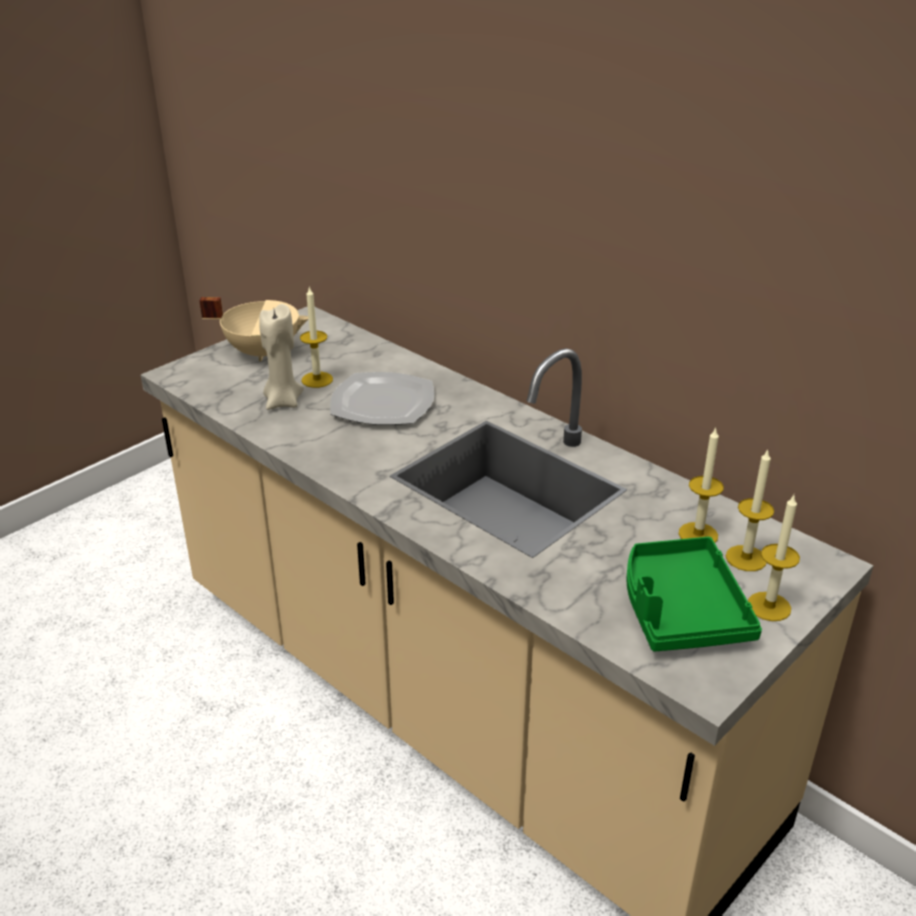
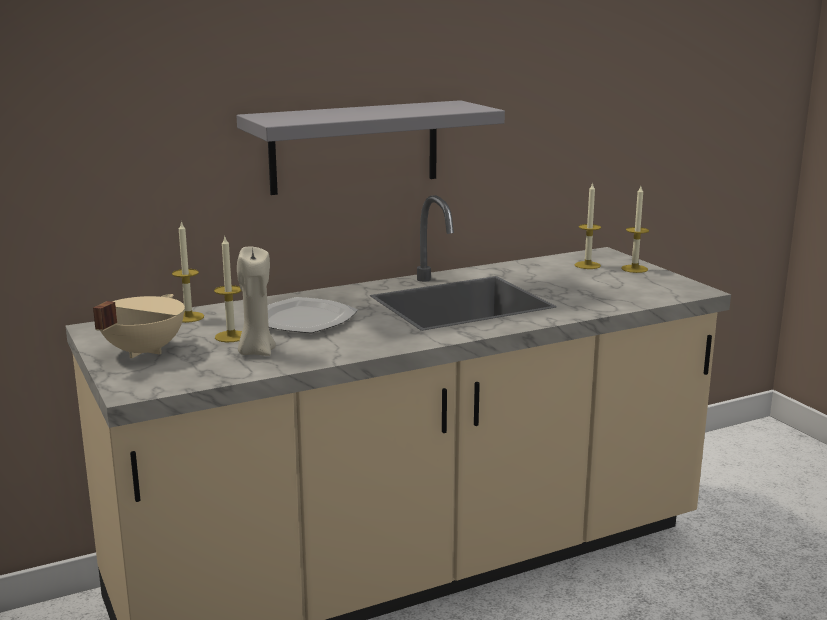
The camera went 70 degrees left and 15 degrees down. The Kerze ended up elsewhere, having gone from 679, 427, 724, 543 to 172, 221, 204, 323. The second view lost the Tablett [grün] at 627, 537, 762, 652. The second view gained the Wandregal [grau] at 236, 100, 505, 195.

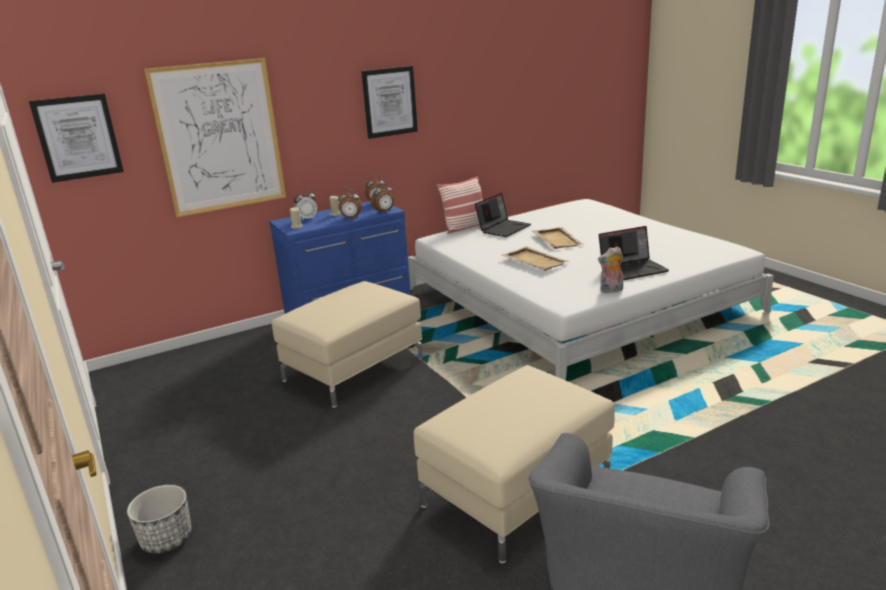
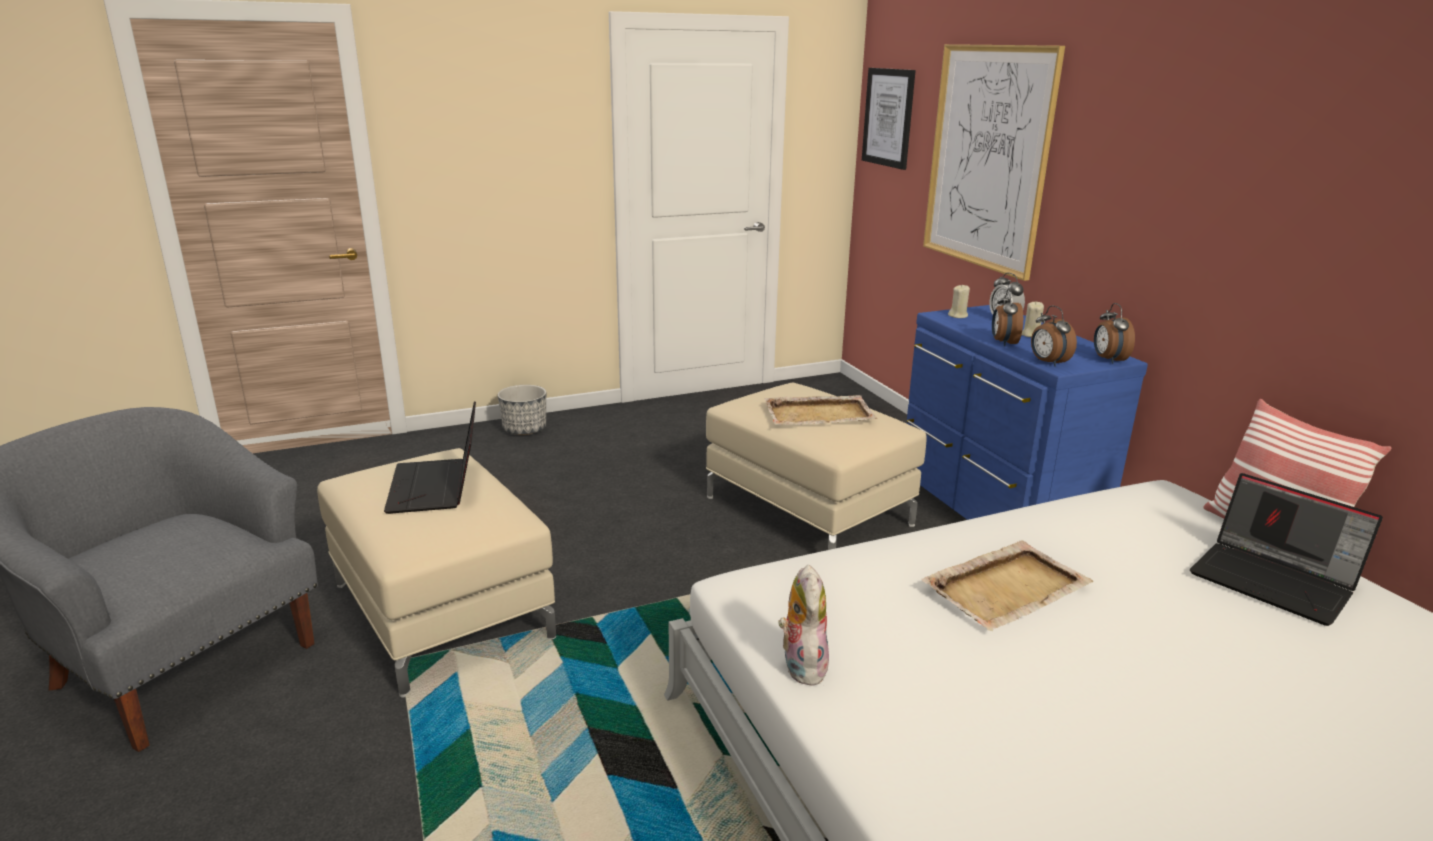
The camera went 95 degrees right and 0 degrees up. The second view lost the Bild at 361, 66, 418, 139. The Laptop ended up elsewhere, having gone from 599, 226, 669, 280 to 384, 401, 476, 514. The Tablett [beige] ended up elsewhere, having gone from 532, 227, 584, 249 to 764, 395, 877, 425.

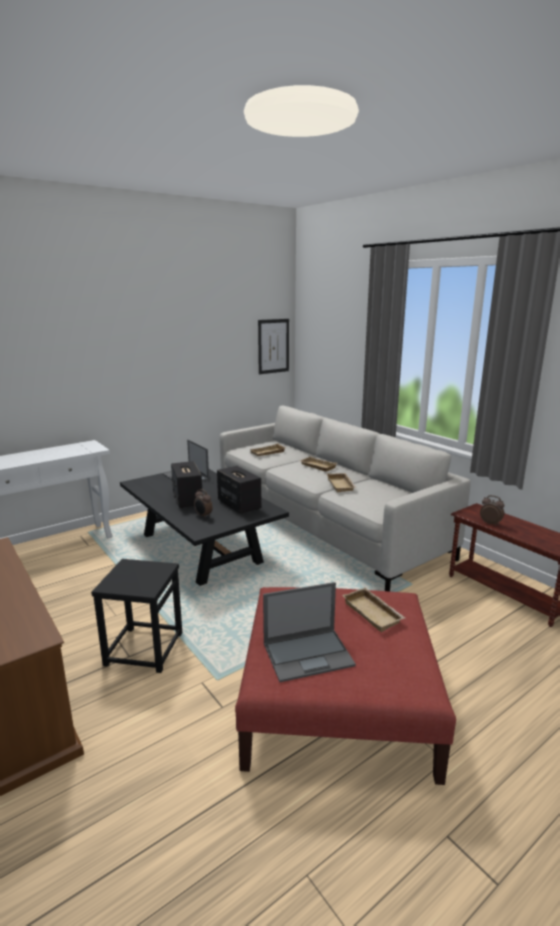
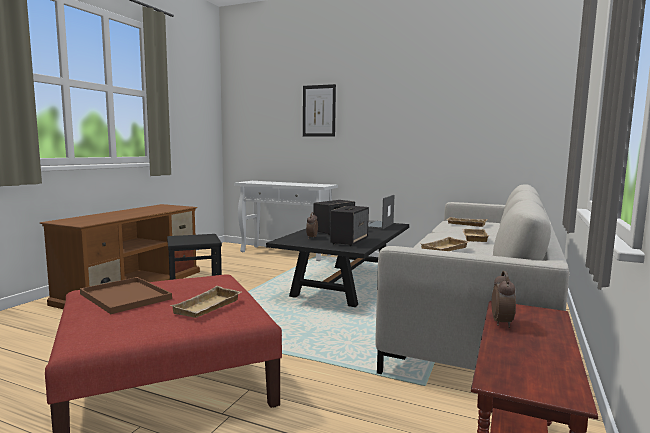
The camera went 60 degrees right and 10 degrees down. The Bild ended up elsewhere, having gone from 258, 319, 289, 374 to 303, 84, 336, 137. Where the Laptop stood at 263, 582, 356, 682, the Tablett [braun] came to stand at 80, 277, 172, 314.

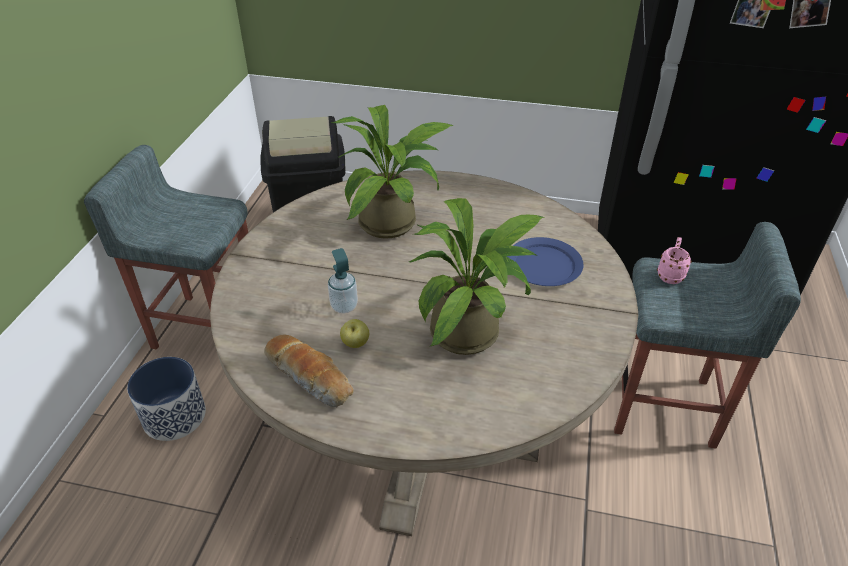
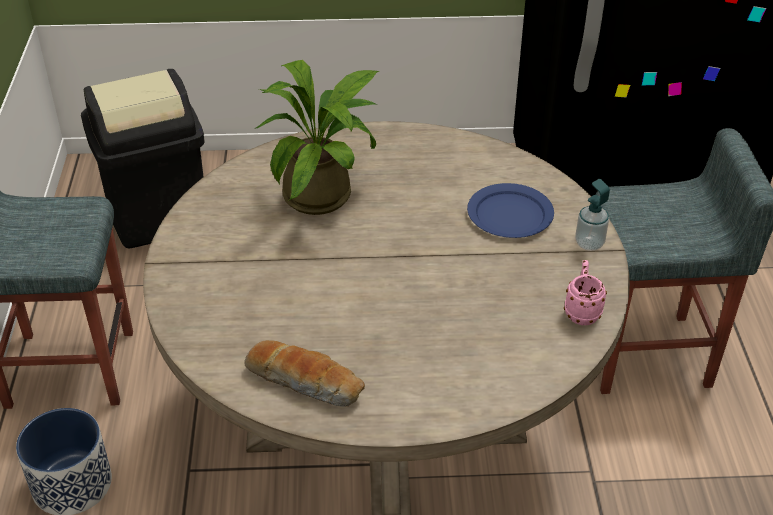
The camera went 15 degrees left and 0 degrees up. The second view lost the Topfpflanze at 409, 198, 545, 355. The Henkelbecher [rosa] ended up elsewhere, having gone from 657, 237, 691, 284 to 564, 260, 607, 325. The Seifenspender ended up elsewhere, having gone from 328, 248, 358, 314 to 575, 179, 610, 251. The second view lost the Apfel at 340, 319, 369, 348.

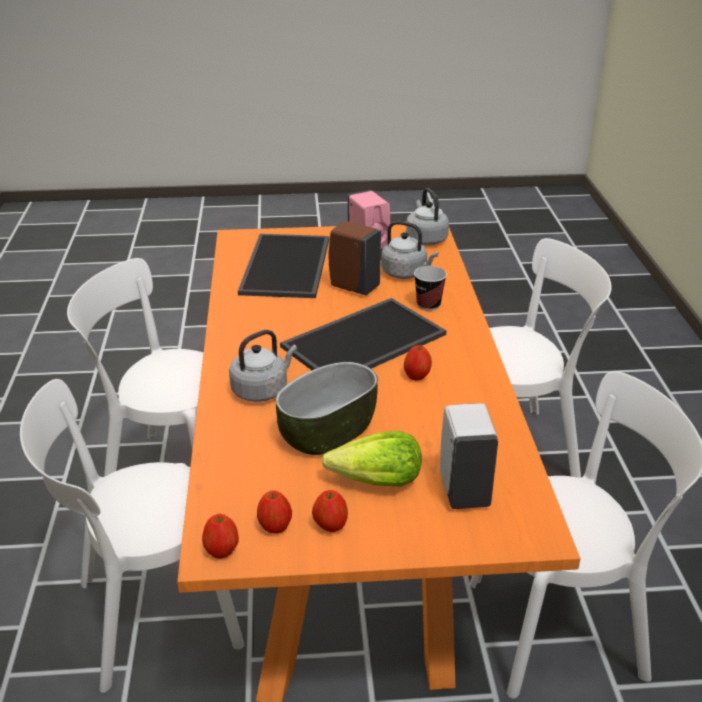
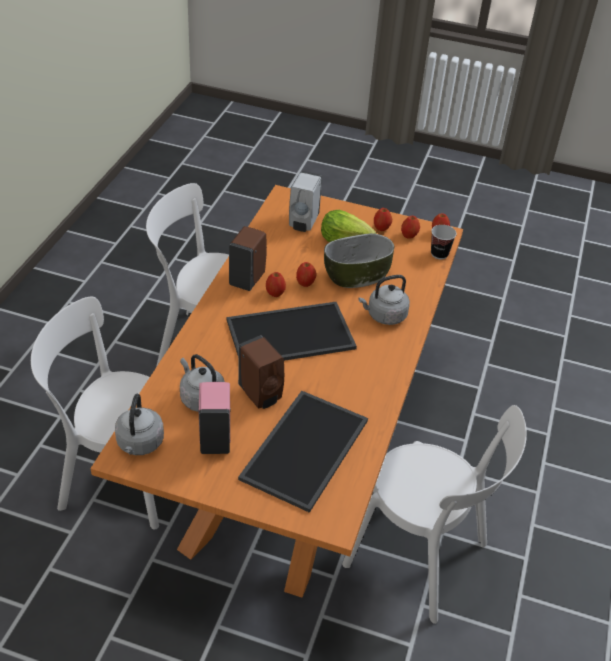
The camera went 160 degrees left and 10 degrees up. The Tasse ended up elsewhere, having gone from 414, 266, 447, 311 to 431, 225, 457, 259. The second view lost the Stuhl [weiß] at 20, 379, 245, 693. The second view gained the Seifenspender [braun] at 229, 226, 267, 291. The second view gained the Apfel at 296, 262, 317, 287.

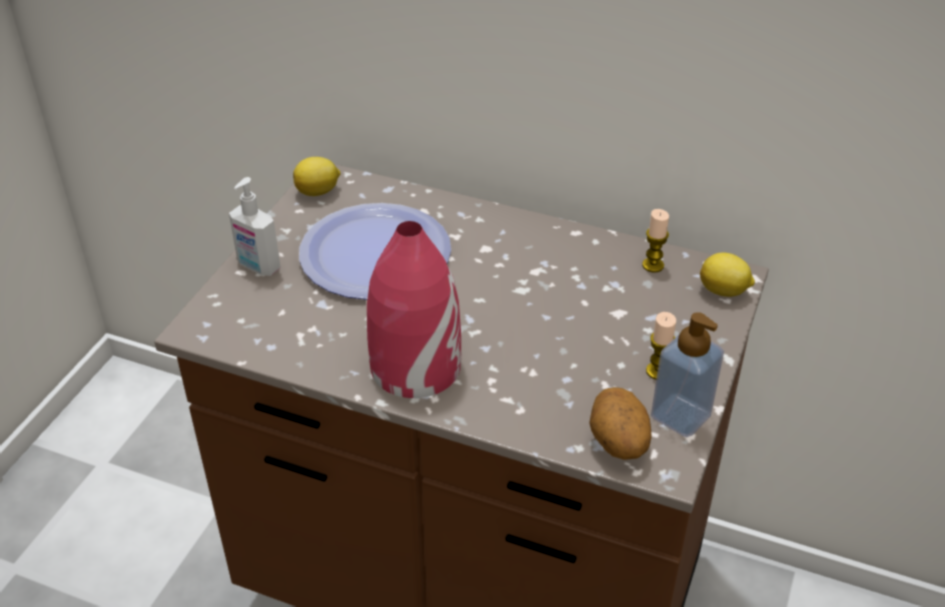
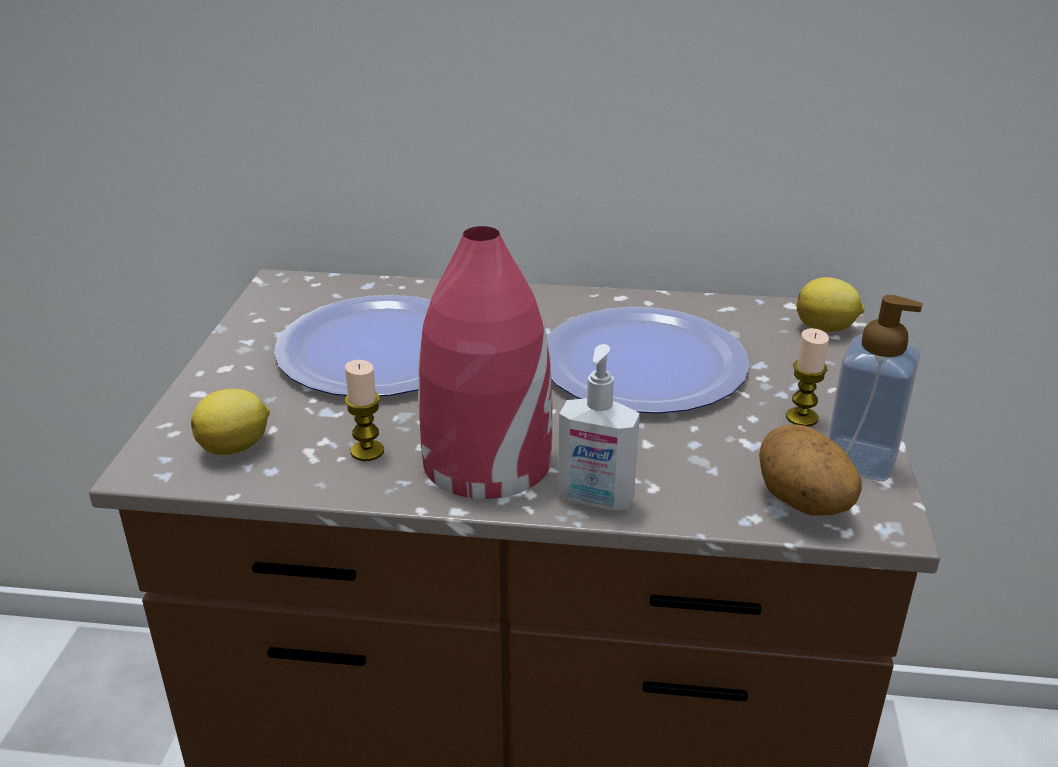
The camera went 15 degrees left and 10 degrees down. The Zitrone ended up elsewhere, having gone from 293, 157, 340, 196 to 191, 389, 270, 455. The Seifenspender ended up elsewhere, having gone from 229, 177, 281, 276 to 558, 344, 640, 511. The Kerze ended up elsewhere, having gone from 642, 209, 669, 273 to 345, 360, 384, 461. The second view gained the Teller at 547, 306, 750, 413.

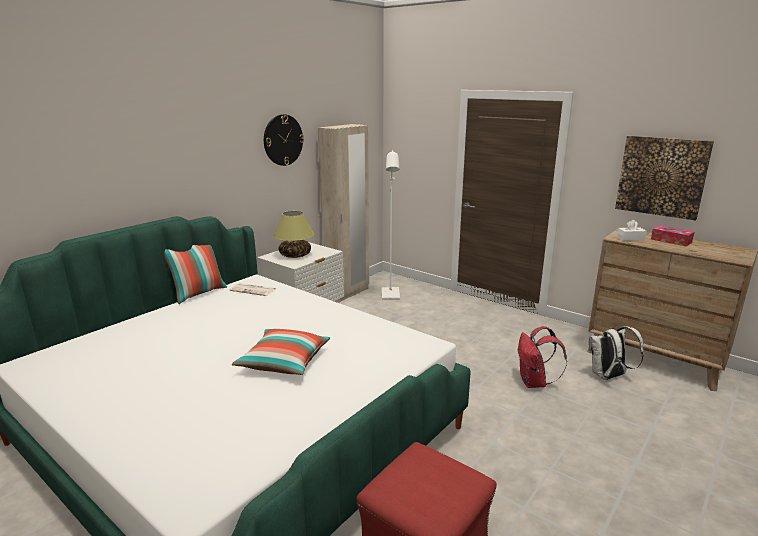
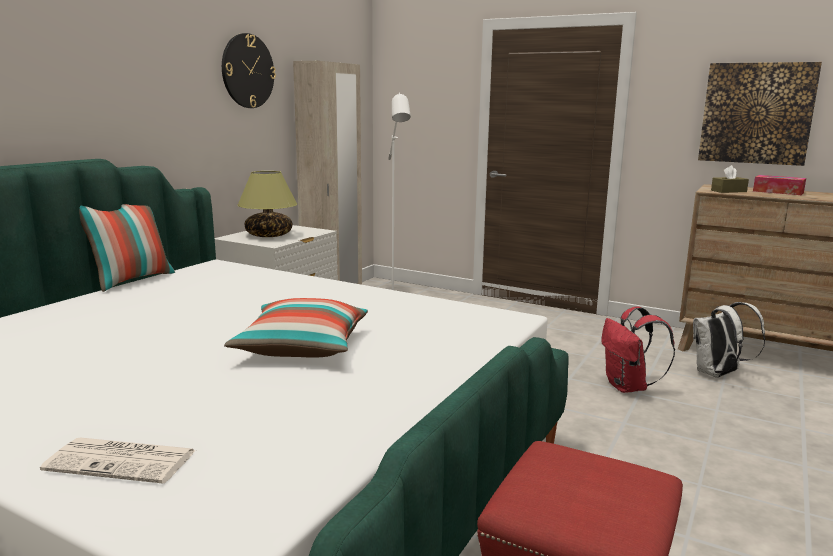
The camera went 10 degrees left and 5 degrees down. What was the Taschentuchbox [weiß] at 617, 220, 647, 241 turned into the Taschentuchbox [braun] at 711, 165, 749, 193. The Zeitung ended up elsewhere, having gone from 229, 283, 276, 296 to 40, 438, 197, 484.

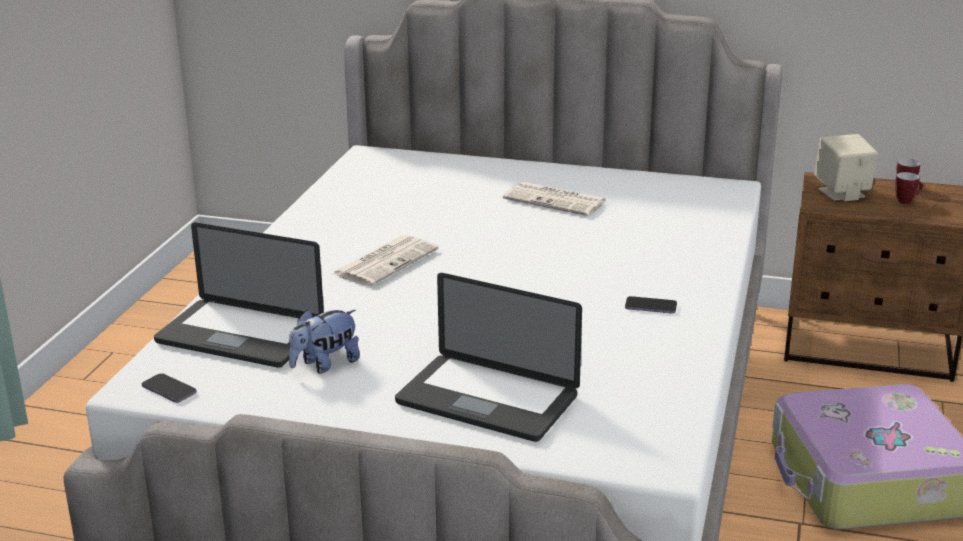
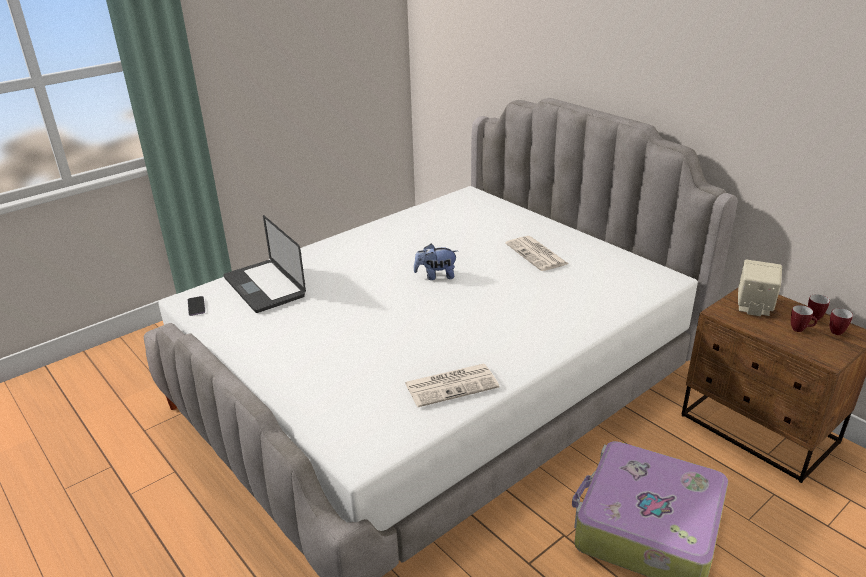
The camera went 35 degrees right and 5 degrees up. The Zeitung ended up elsewhere, having gone from 332, 235, 439, 286 to 404, 364, 500, 407. The second view lost the Laptop at 395, 273, 582, 442. The second view lost the Handy at 625, 296, 677, 314. The Plüschtier ended up elsewhere, having gone from 289, 310, 360, 373 to 414, 244, 457, 280. The second view gained the Henkelbecher at 830, 308, 853, 335.

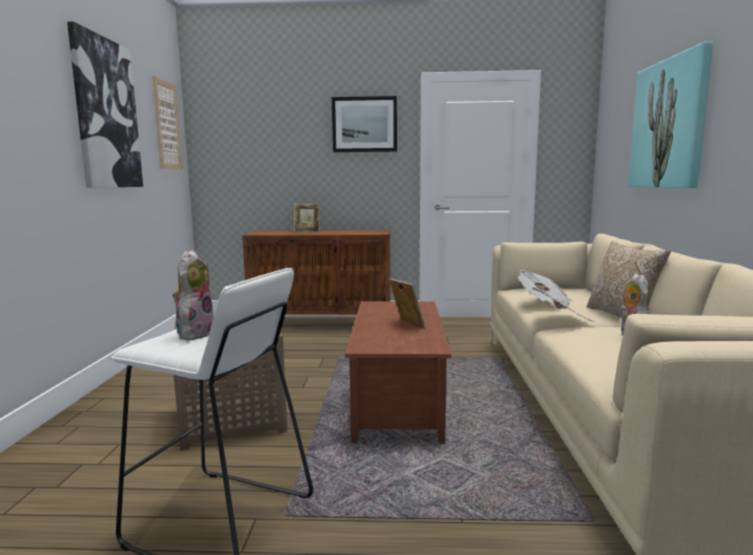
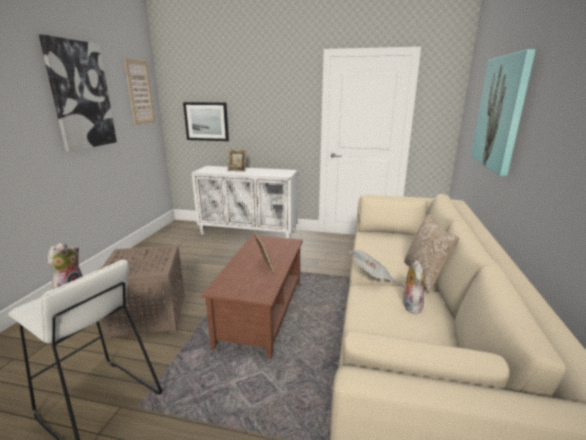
The camera went 10 degrees right and 10 degrees up. The Bild ended up elsewhere, having gone from 332, 96, 397, 152 to 183, 102, 229, 141. What was the Schrank [braun] at 242, 230, 391, 315 turned into the Schrank [weiß] at 191, 166, 298, 239. The second view lost the Zeitung at 518, 270, 571, 310.

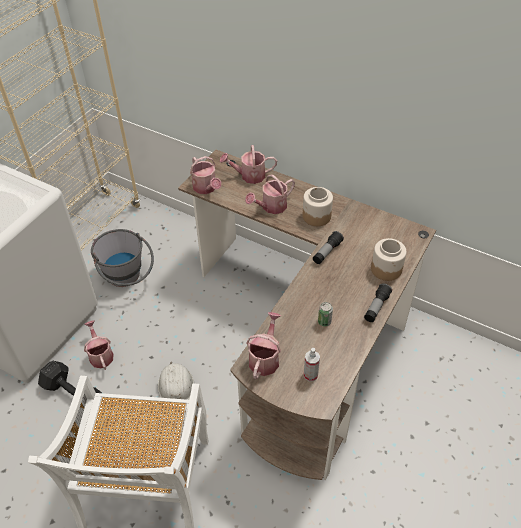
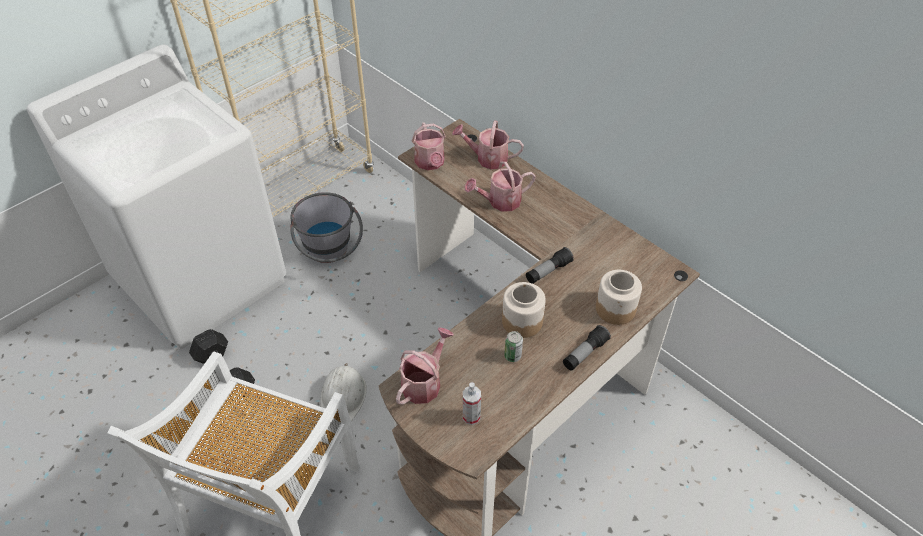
The camera went 15 degrees right and 0 degrees up. The Vorratsglas ended up elsewhere, having gone from 303, 187, 333, 226 to 502, 282, 546, 338. The second view lost the Gießkanne at 84, 321, 113, 370.

